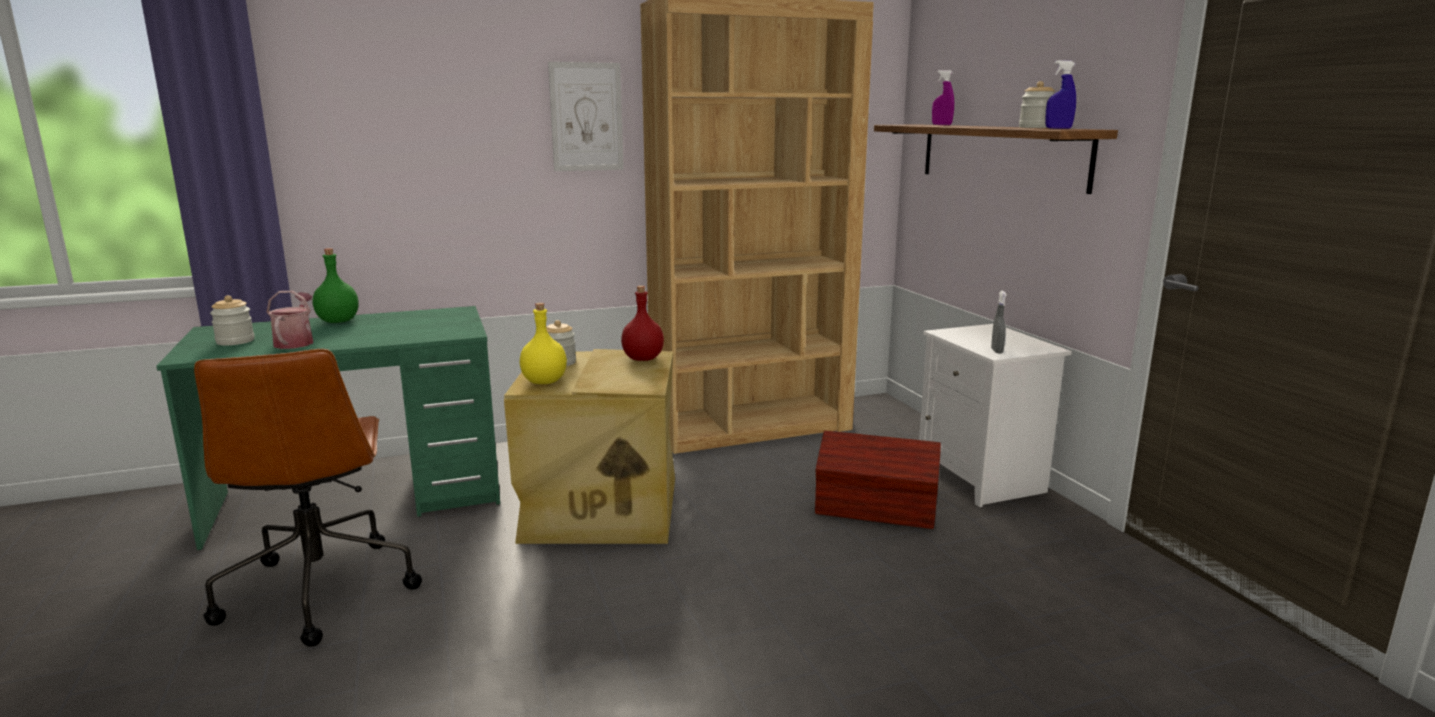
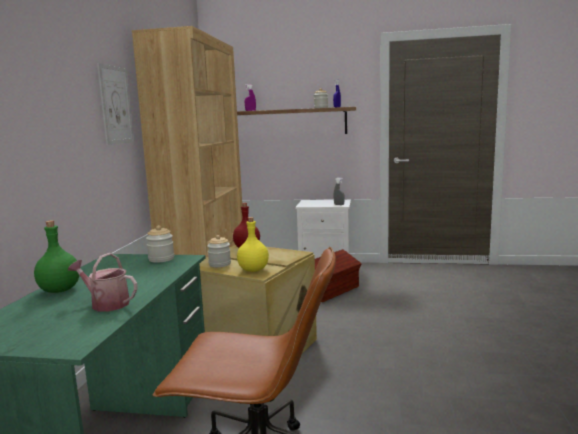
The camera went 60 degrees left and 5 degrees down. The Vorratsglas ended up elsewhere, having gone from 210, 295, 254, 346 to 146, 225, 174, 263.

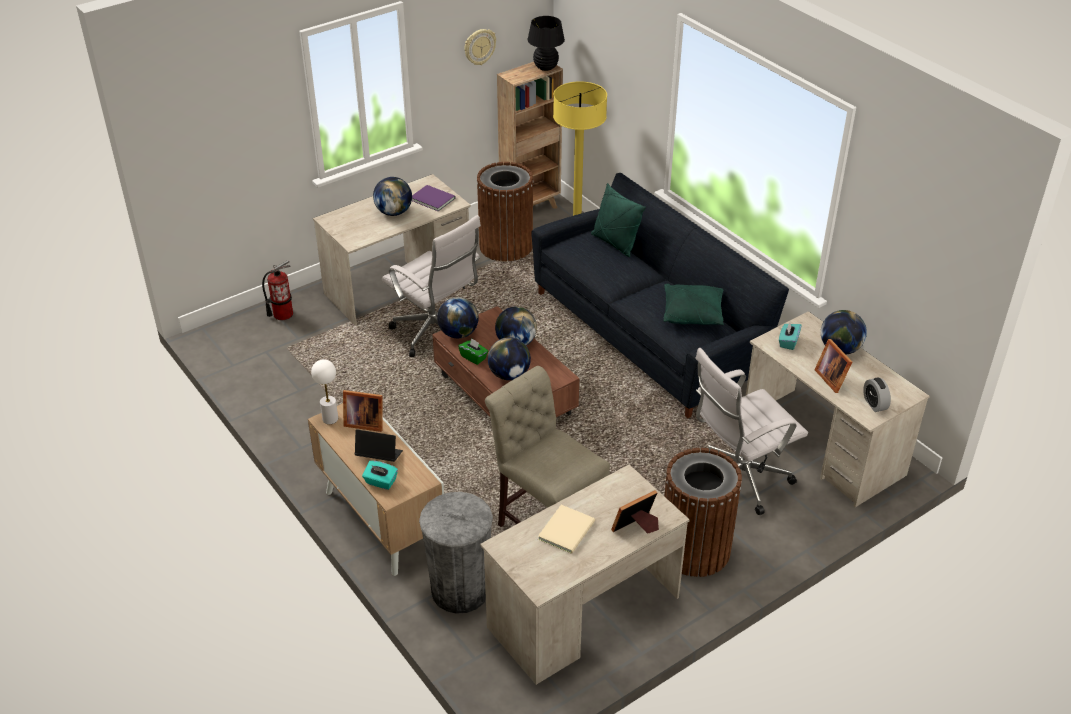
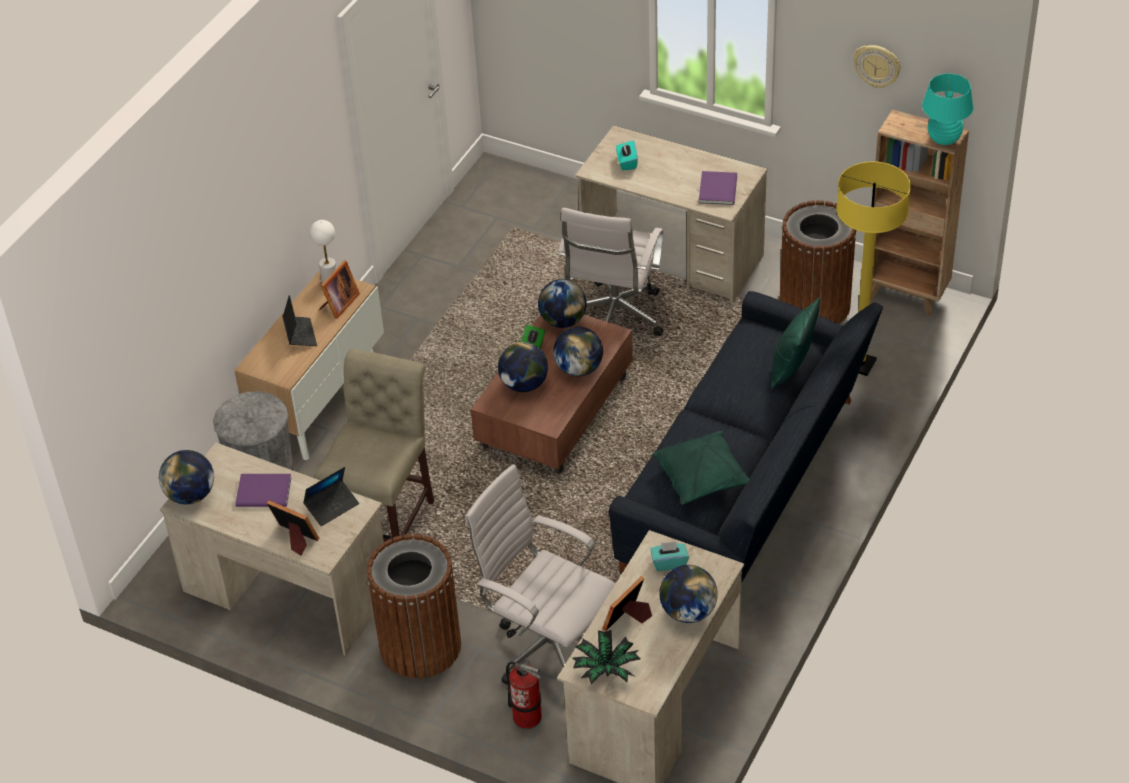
The camera went 65 degrees right and 5 degrees up. What was the Tischlampe [schwarz] at 528, 16, 565, 71 turned into the Tischlampe [türkis] at 922, 73, 973, 145. The Globus ended up elsewhere, having gone from 373, 177, 412, 216 to 159, 450, 214, 504. The Feuerlöscher ended up elsewhere, having gone from 262, 260, 293, 320 to 506, 660, 542, 729. Where the Wecker stood at 863, 378, 891, 412, the Topfpflanze came to stand at 572, 630, 641, 685. The Bilderrahmen at 343, 390, 383, 432 ended up facing another way, 135 degrees counterclockwise from before. The Taschentuchbox [türkis] ended up elsewhere, having gone from 362, 461, 398, 490 to 616, 141, 638, 170. What was the Buch [beige] at 538, 505, 595, 554 turned into the Buch [lila] at 235, 474, 292, 507. The second view gained the Laptop at 303, 467, 359, 526.

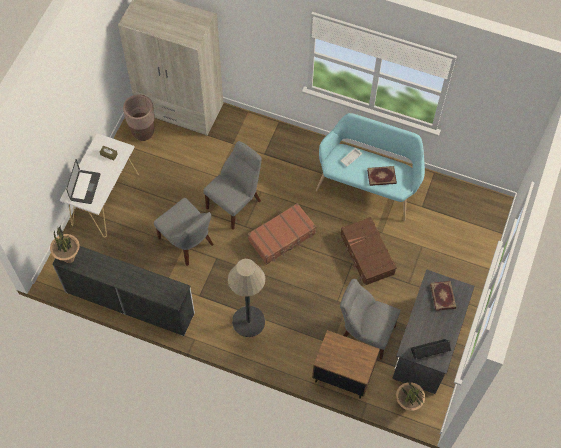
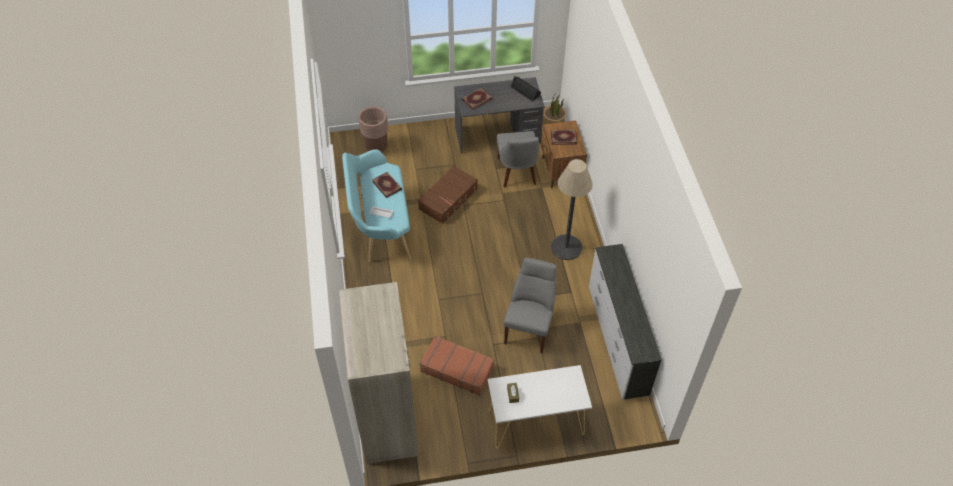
The camera went 120 degrees left and 10 degrees down. The Pflanzkübel [braun] ended up elsewhere, having gone from 123, 95, 155, 141 to 358, 106, 388, 152. The second view lost the Stuhl [grau] at 203, 141, 262, 230. The second view lost the Laptop at 66, 159, 100, 204. The Koffer [braun] ended up elsewhere, having gone from 248, 203, 316, 264 to 420, 336, 495, 396. The second view lost the Topfpflanze at 50, 226, 80, 263. The second view gained the Buch at 551, 130, 577, 145.

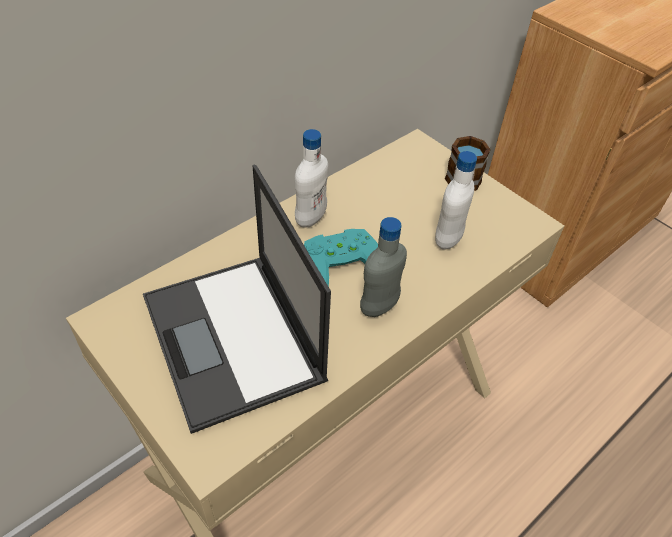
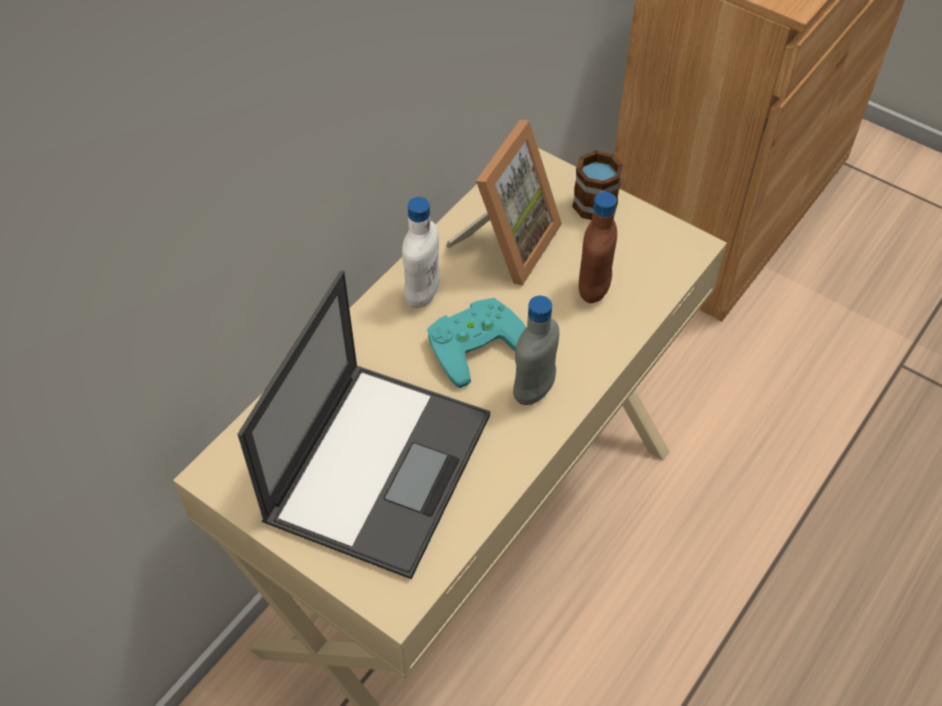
The camera went 10 degrees left and 5 degrees up. What was the Flasche [weiß] at 435, 151, 477, 250 turned into the Flasche [braun] at 579, 192, 617, 303. The Laptop at 143, 165, 331, 434 ended up facing another way, 120 degrees counterclockwise from before. The second view gained the Bilderrahmen at 446, 120, 562, 285.

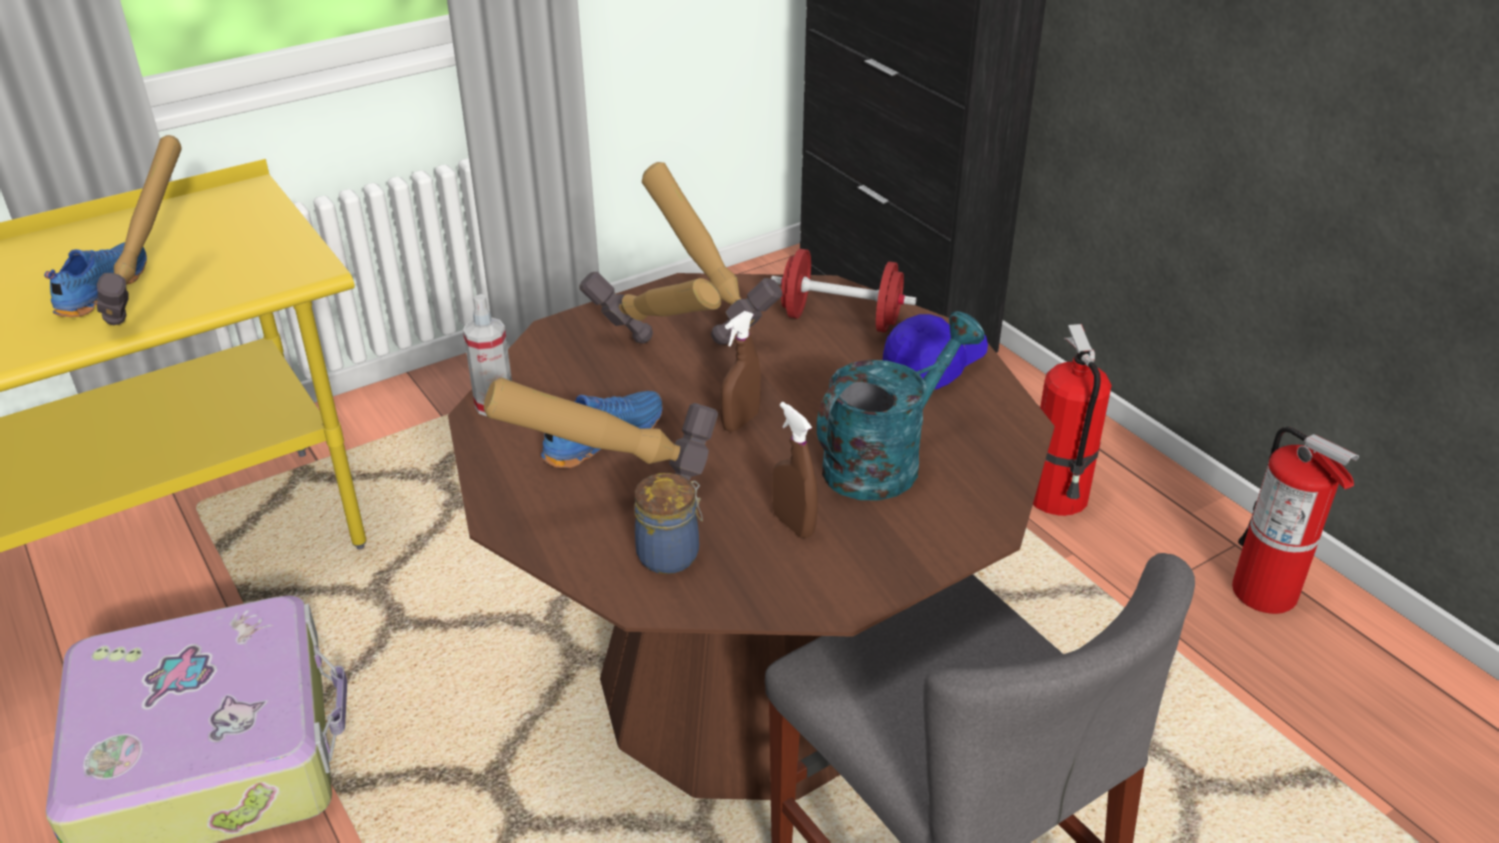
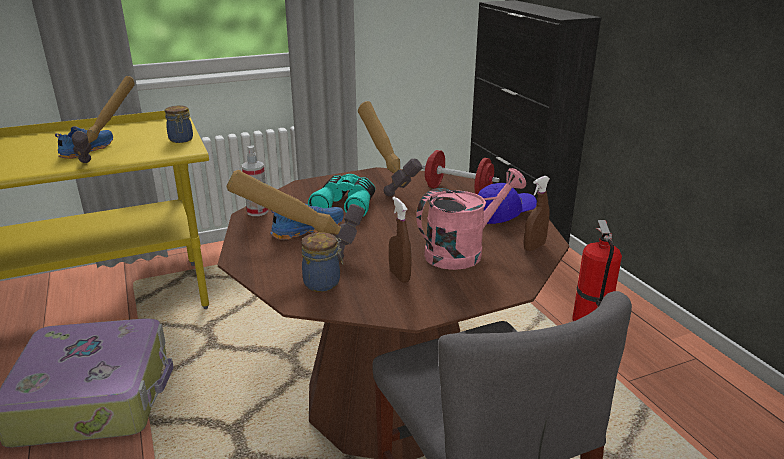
The camera went 10 degrees right and 10 degrees down. Where the Hammer stood at 579, 272, 721, 344, the Fernglas [türkis] came to stand at 308, 174, 375, 217. The Sprühflasche [braun] ended up elsewhere, having gone from 720, 311, 761, 432 to 523, 176, 550, 251. What was the Gießkanne [türkis] at 816, 311, 985, 501 turned into the Gießkanne [rosa] at 416, 168, 526, 270. The second view lost the Feuerlöscher at 1232, 426, 1359, 614. The second view gained the Vorratsglas at 165, 106, 193, 143.

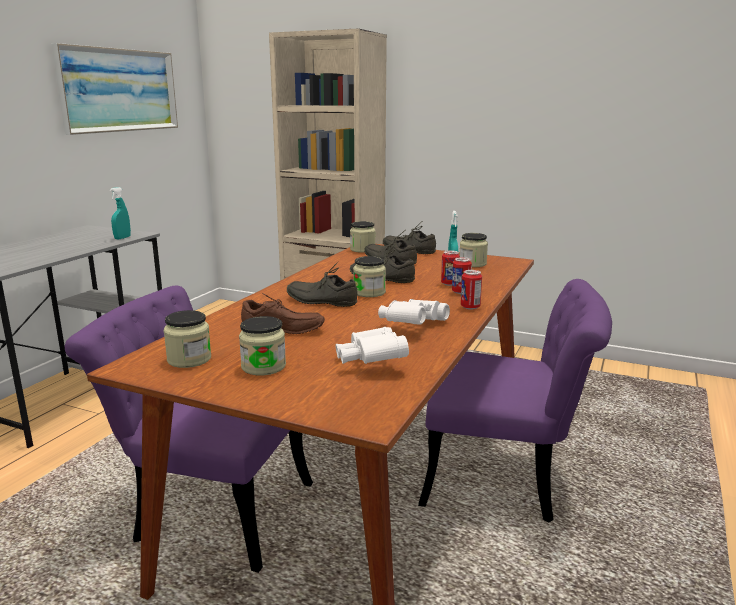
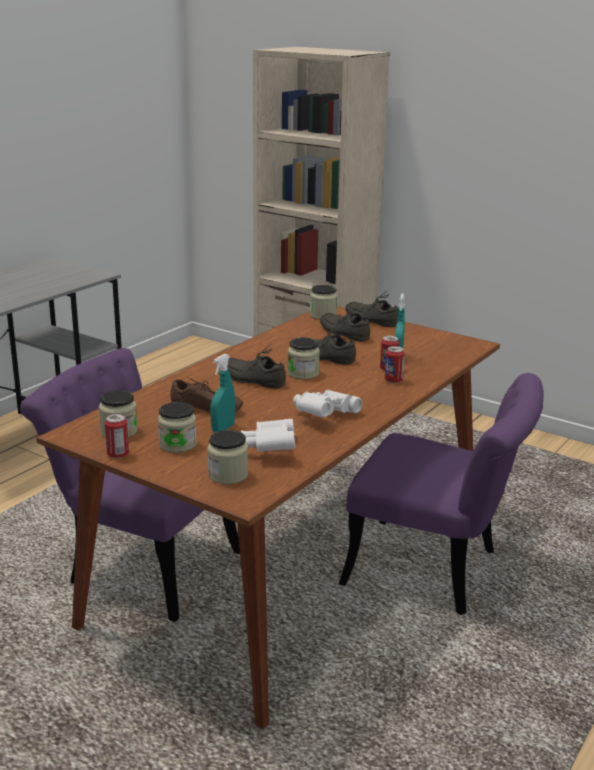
The camera went 10 degrees right and 5 degrees up. The second view lost the Bild at 51, 43, 178, 135. The Sprühflasche [türkis] ended up elsewhere, having gone from 110, 187, 131, 240 to 210, 354, 235, 433. The Vorratsglas ended up elsewhere, having gone from 460, 233, 488, 267 to 207, 430, 248, 485. The Dose ended up elsewhere, having gone from 461, 270, 482, 310 to 105, 414, 129, 458.

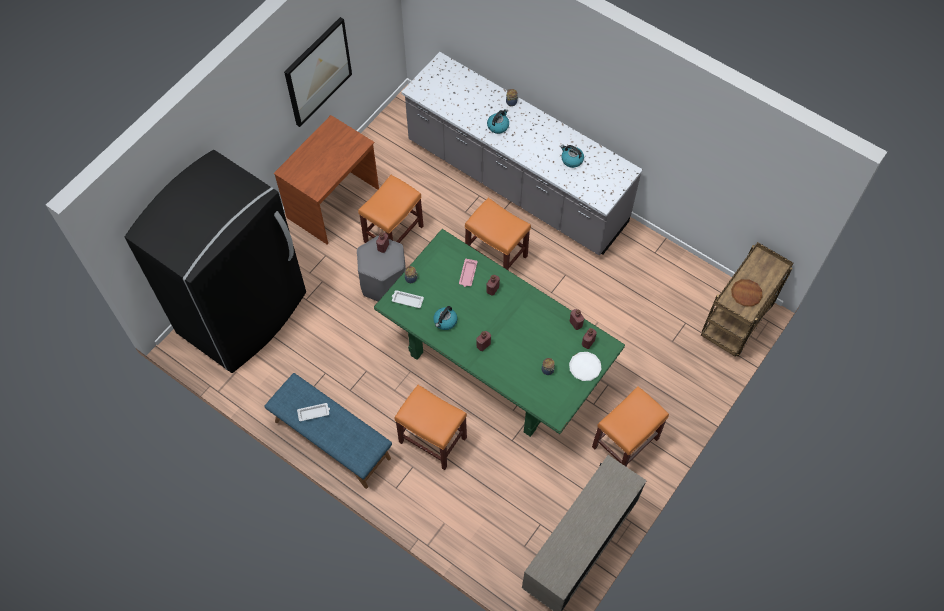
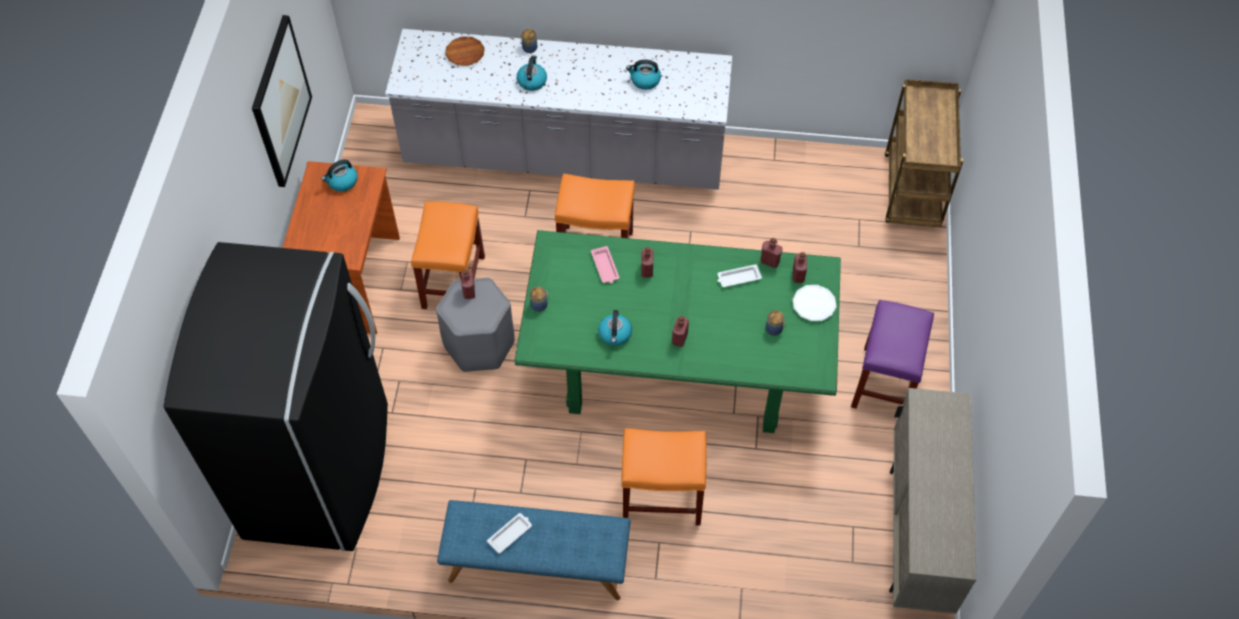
The camera went 30 degrees left and 5 degrees down. The Teller [braun] ended up elsewhere, having gone from 731, 279, 763, 307 to 445, 37, 485, 66. The Tablett [weiß] ended up elsewhere, having gone from 392, 290, 424, 308 to 717, 264, 762, 287. What was the Hocker [orange] at 592, 386, 669, 467 turned into the Hocker [lila] at 851, 300, 934, 409. The second view gained the Wasserkessel at 321, 160, 358, 191.

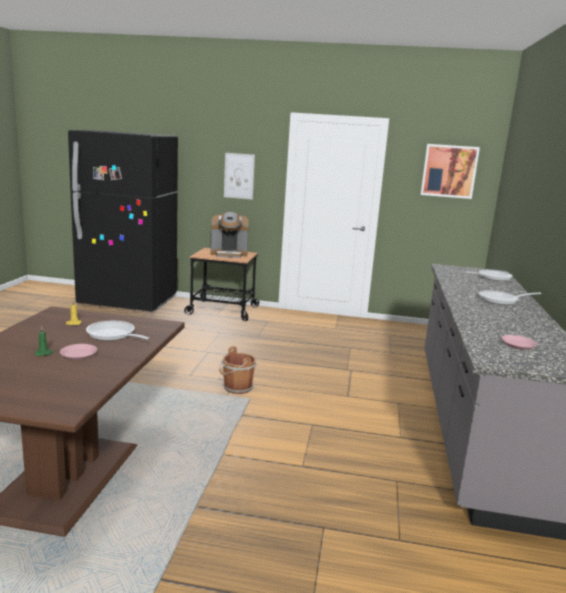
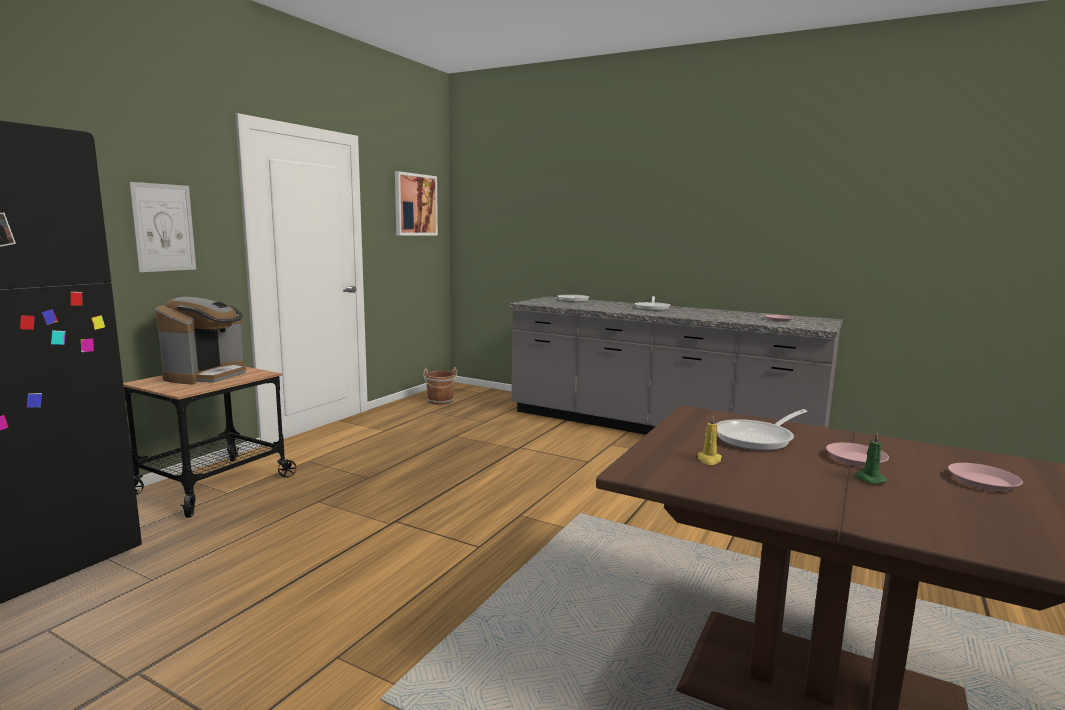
The camera went 70 degrees left and 5 degrees down. The Eimer [braun] ended up elsewhere, having gone from 219, 346, 258, 394 to 423, 367, 458, 405. The second view gained the Teller [rosa] at 948, 463, 1023, 491.

